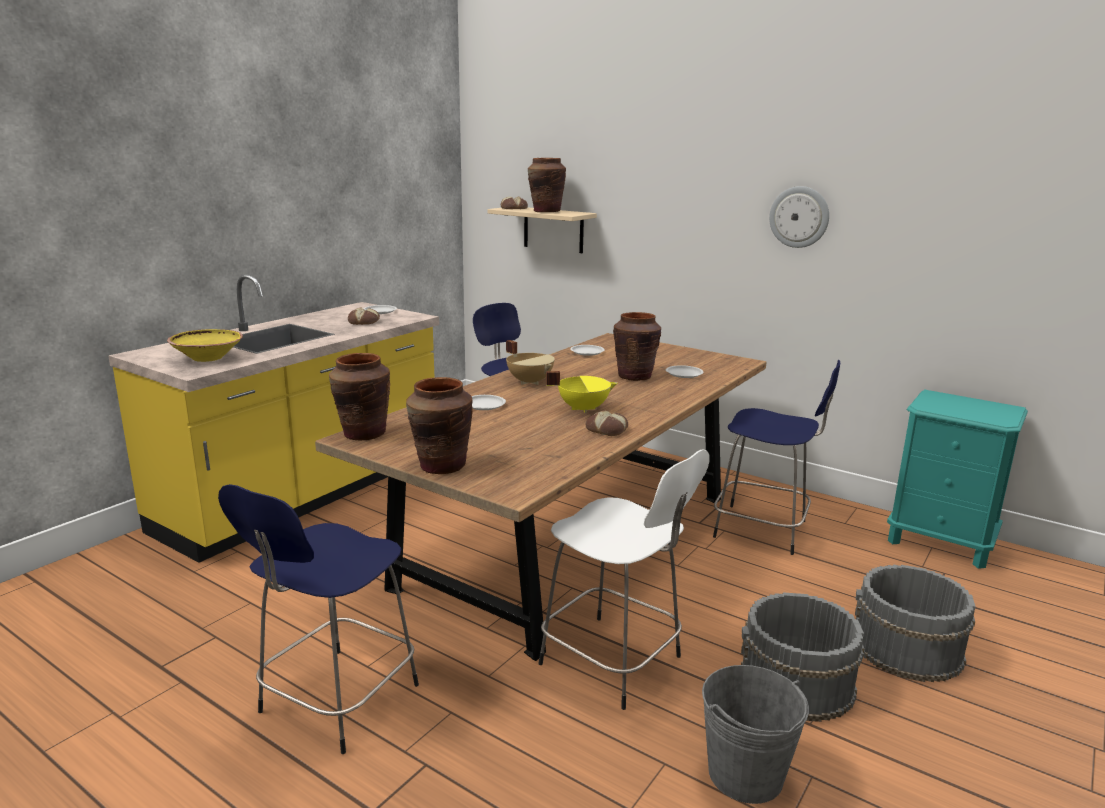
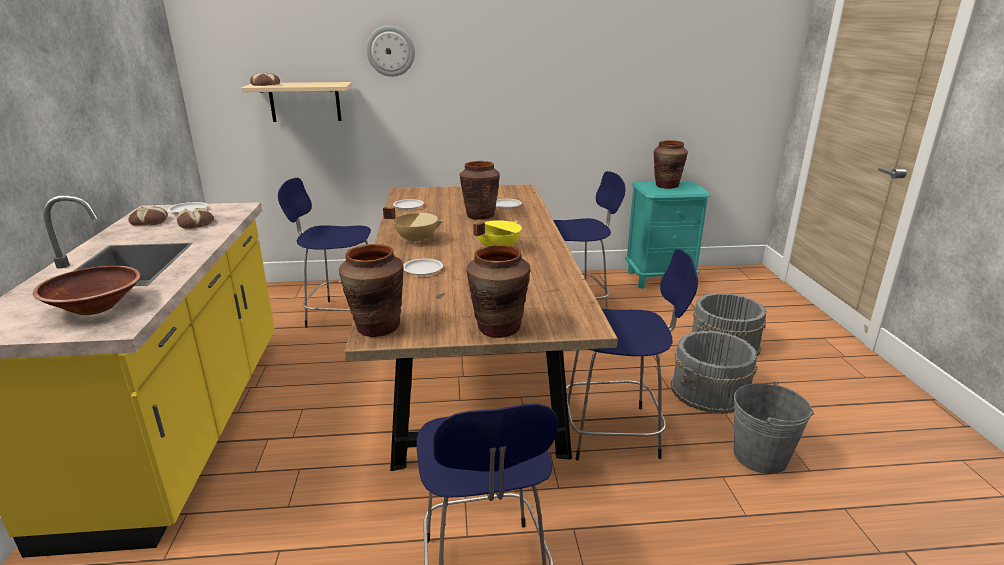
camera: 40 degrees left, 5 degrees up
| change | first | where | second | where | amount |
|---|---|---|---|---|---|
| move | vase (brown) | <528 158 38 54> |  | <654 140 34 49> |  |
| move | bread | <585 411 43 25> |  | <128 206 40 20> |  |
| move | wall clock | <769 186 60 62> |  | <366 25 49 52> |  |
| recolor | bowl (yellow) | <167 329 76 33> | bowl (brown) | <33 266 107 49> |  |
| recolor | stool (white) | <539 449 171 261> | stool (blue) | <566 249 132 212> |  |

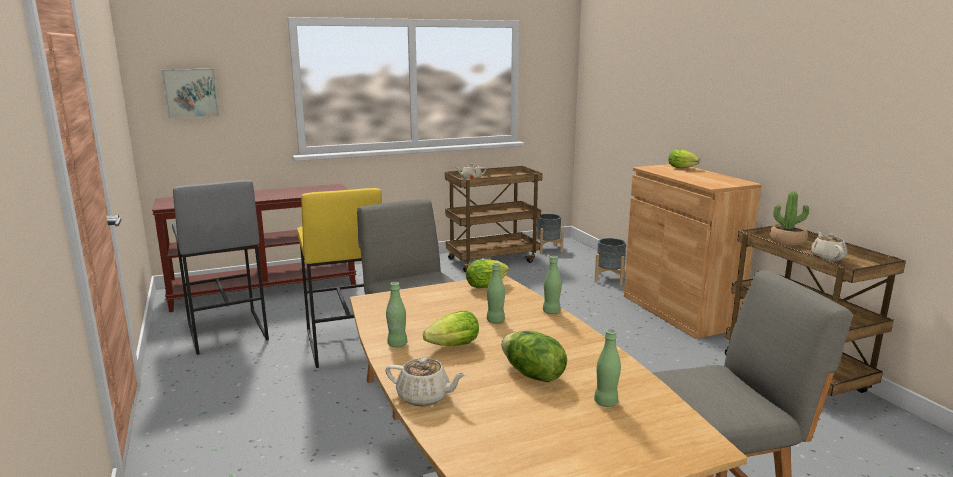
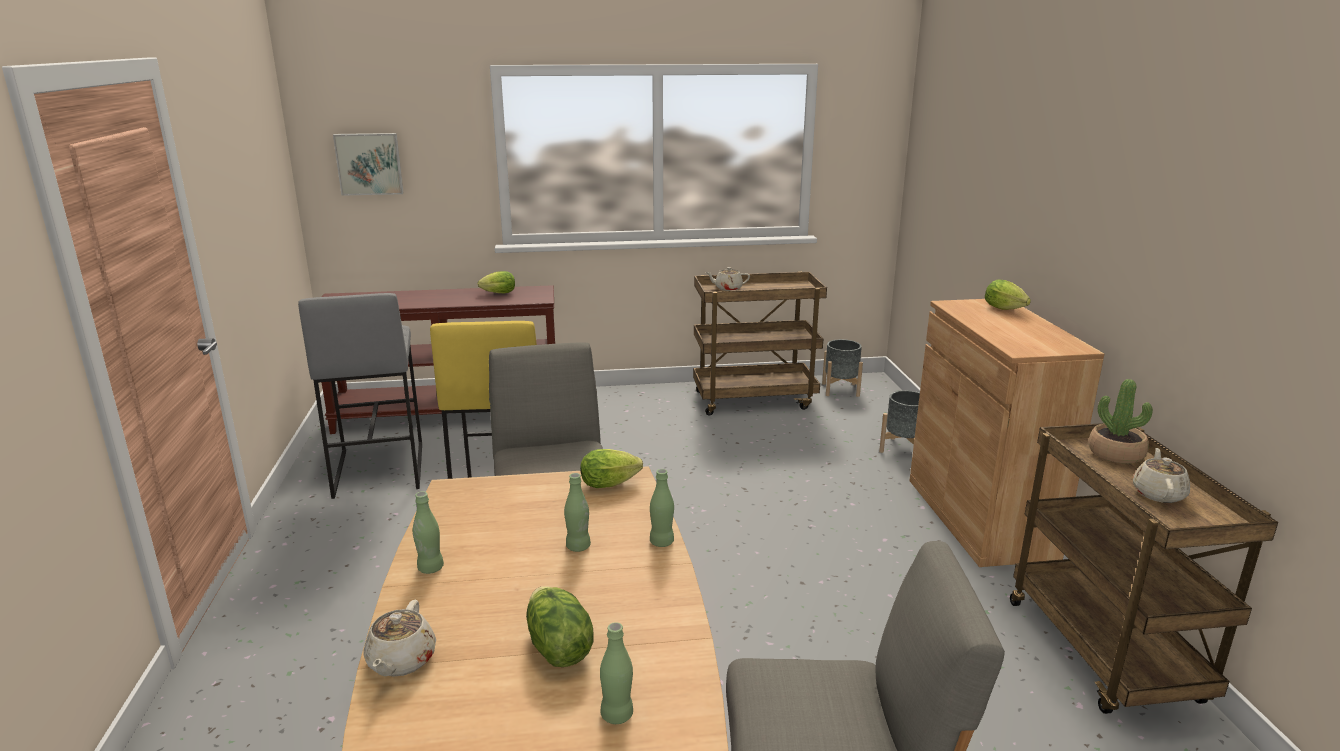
camera: 15 degrees right, 5 degrees up
| change | first | where | second | where | amount |
|---|---|---|---|---|---|
| move | lettuce | <423 311 56 35> |  | <478 271 37 22> |  |
| rotate | teapot (beige) | <385 357 82 49> |  | <364 600 72 77> | 60 degrees clockwise |

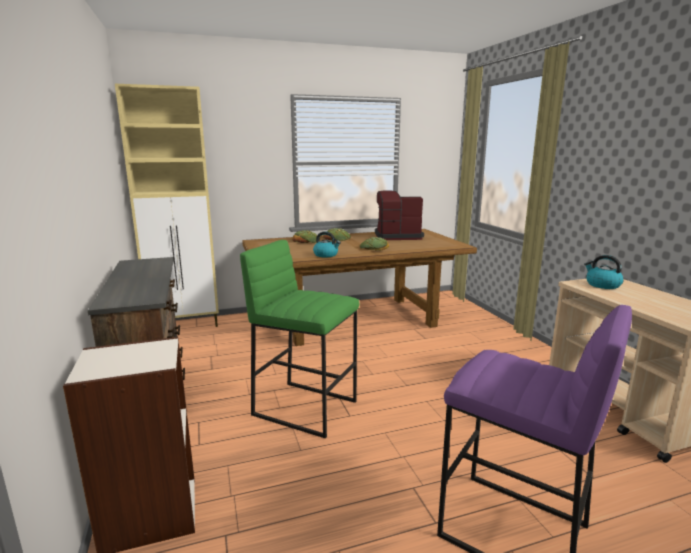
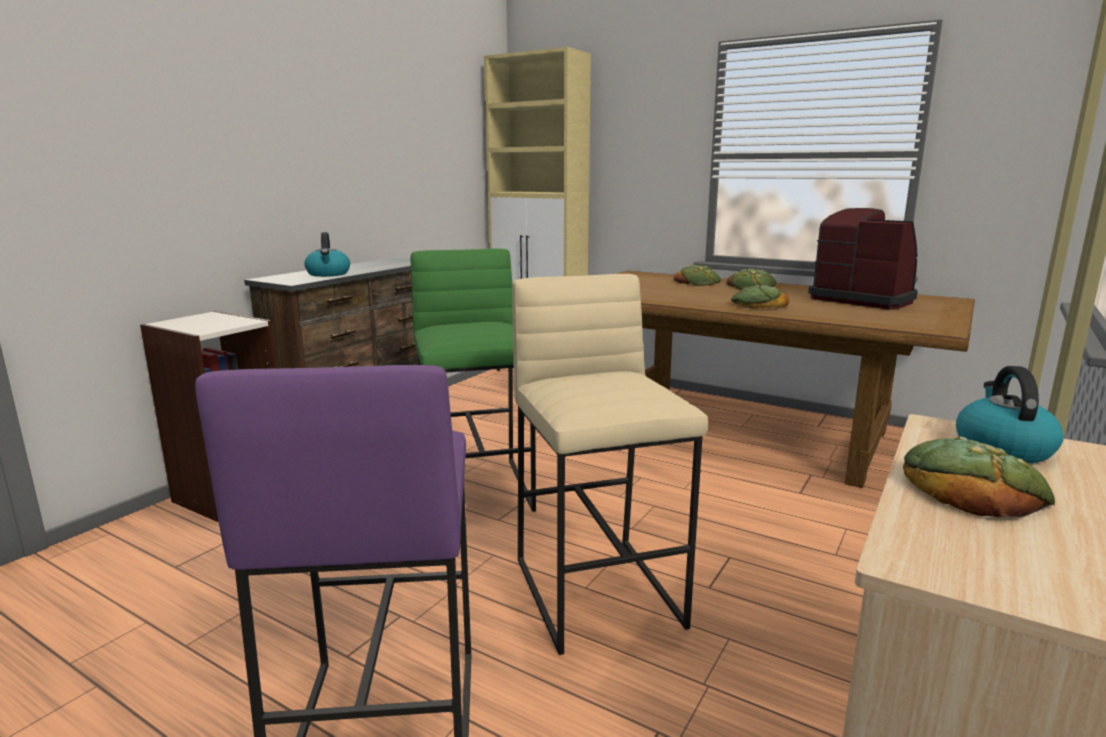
camera: 50 degrees right, 0 degrees up
| change | first | where | second | where | amount |
|---|---|---|---|---|---|
| insert |  |  | stool (beige) | <512 274 196 381> |  |
| insert |  |  | bread | <903 436 152 81> |  |
| move | kettle | <313 231 28 26> |  | <304 232 46 45> |  |

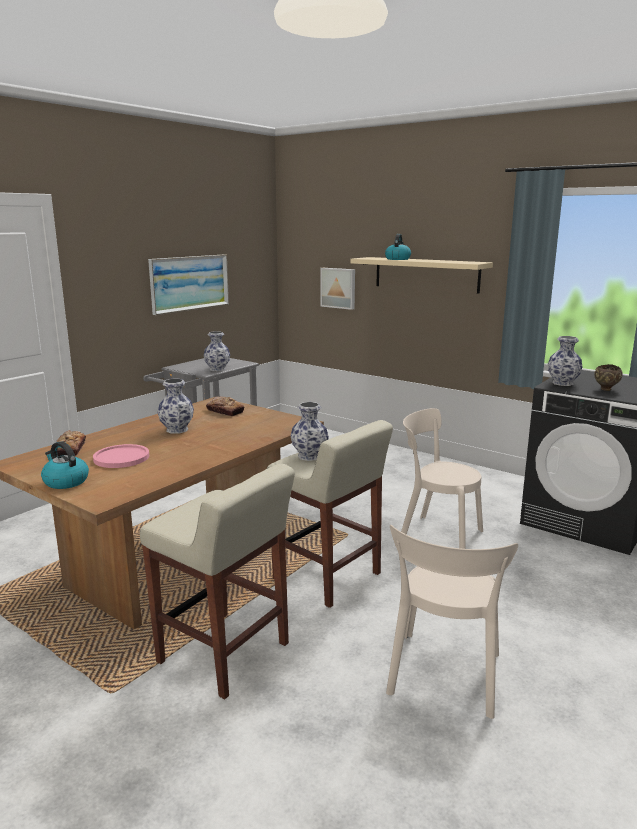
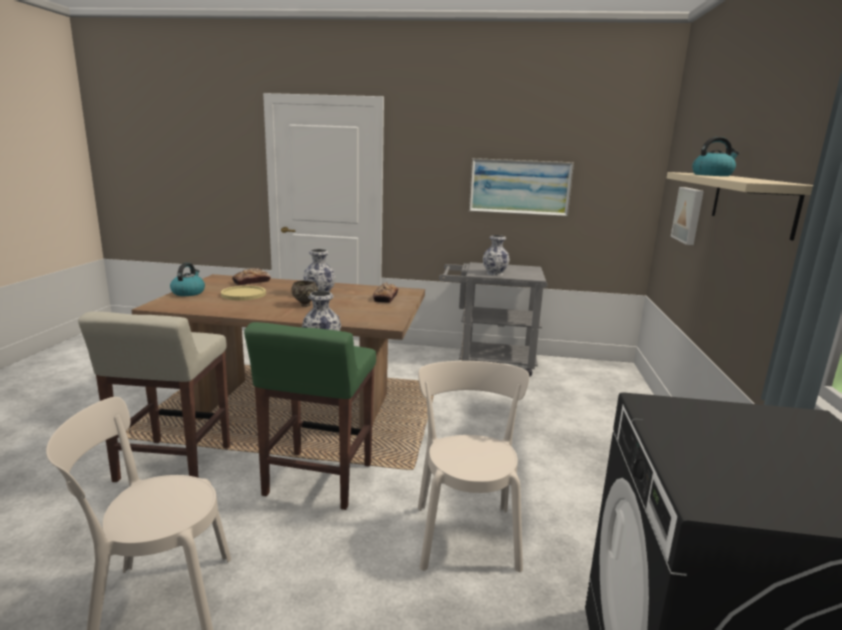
camera: 60 degrees right, 0 degrees up
| change | first | where | second | where | amount |
|---|---|---|---|---|---|
| delete | vase | <548 336 35 50> |  |  |  |
| move | bowl (brown) | <594 364 29 27> |  | <291 281 27 26> |  |
| recolor | plate (pink) | <93 444 56 24> | plate (yellow) | <221 286 45 14> |  |
| recolor | stool (beige) | <267 420 126 188> | stool (green) | <244 322 132 188> |  |

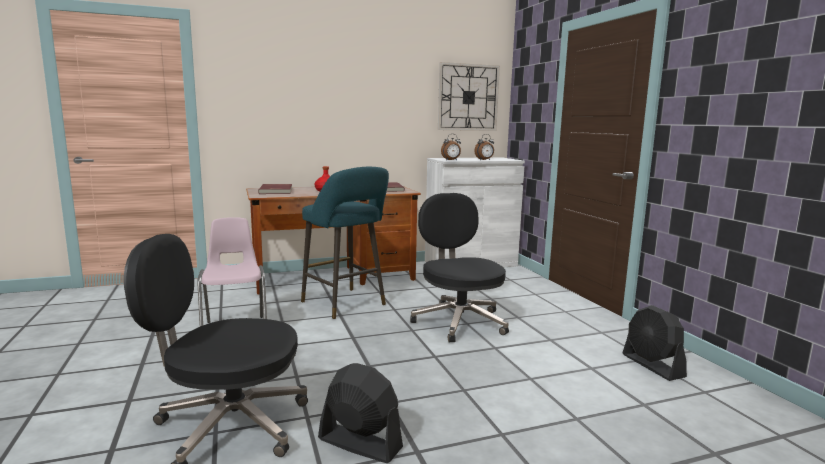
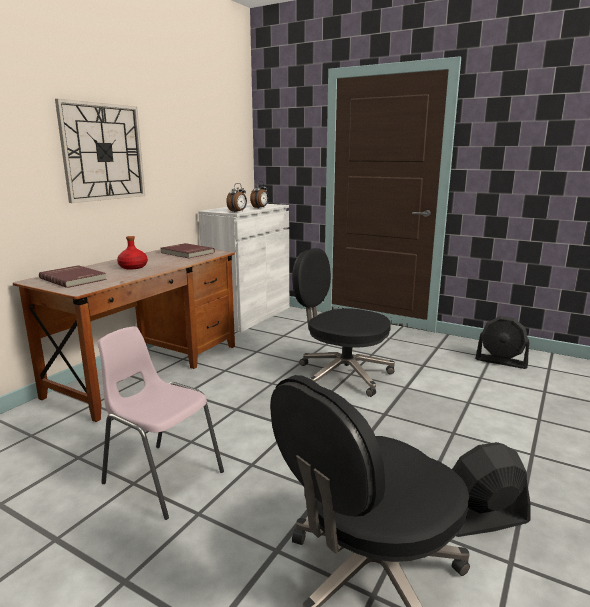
camera: 40 degrees left, 5 degrees up
| change | first | where | second | where | amount |
|---|---|---|---|---|---|
| delete | stool (turquoise) | <301 167 88 152> |  |  |  |
| move | wall clock | <438 62 62 69> |  | <55 99 90 104> |  |

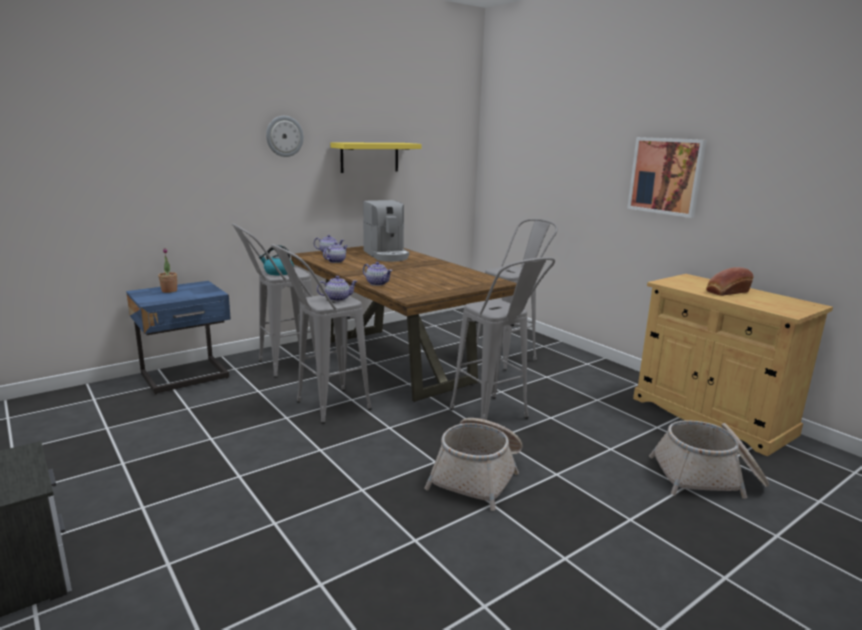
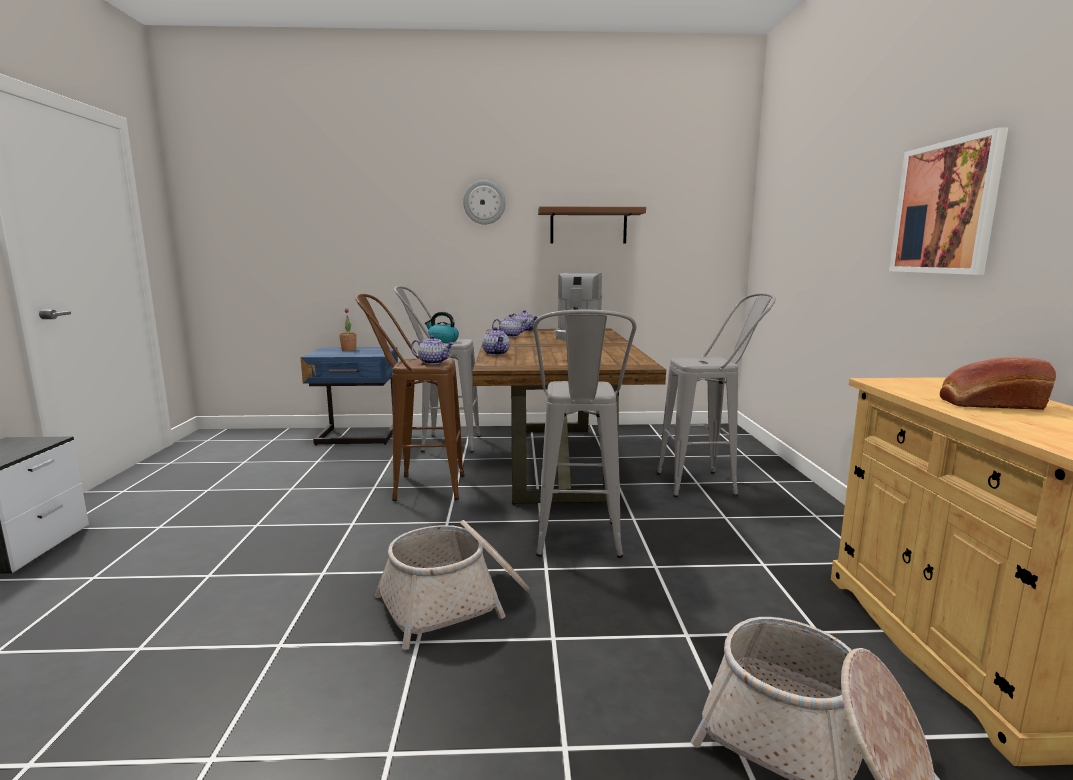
camera: 35 degrees right, 5 degrees down
| change | first | where | second | where | amount |
|---|---|---|---|---|---|
| recolor | stool (grey) | <271 244 101 180> | stool (brown) | <355 293 109 208> |  |
| recolor | shelf (yellow) | <330 142 91 31> | shelf (brown) | <538 206 108 37> |  |

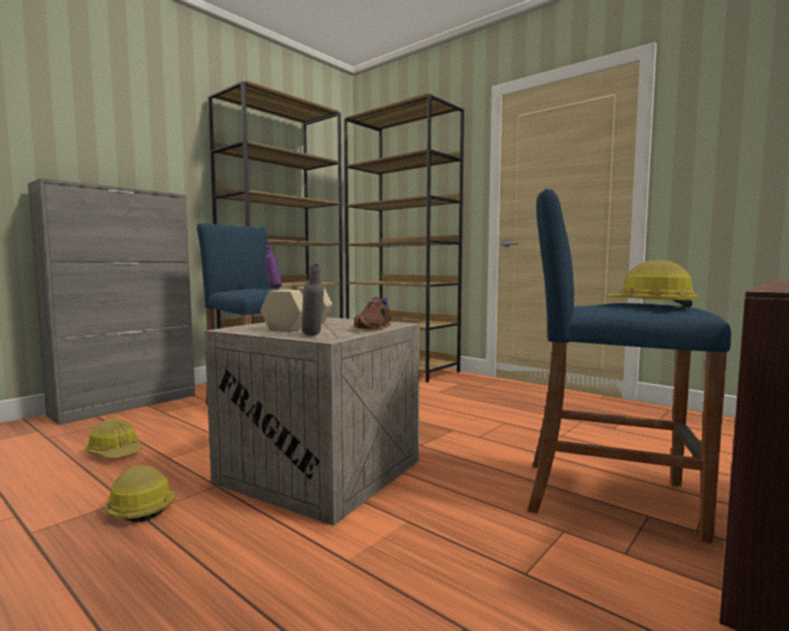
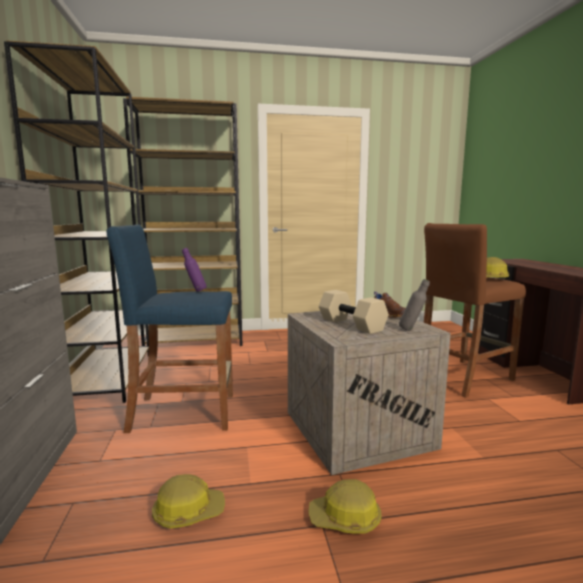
camera: 50 degrees left, 5 degrees up
| change | first | where | second | where | amount |
|---|---|---|---|---|---|
| recolor | stool (blue) | <527 189 205 354> | stool (brown) | <424 223 102 175> |  |

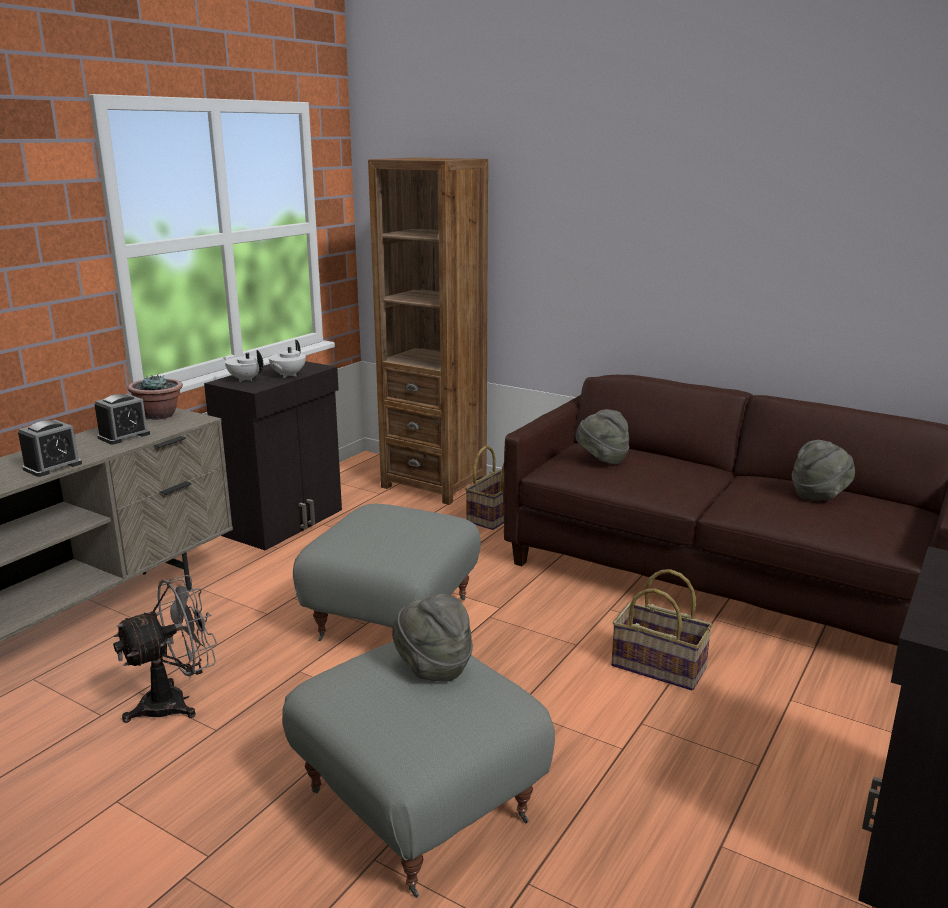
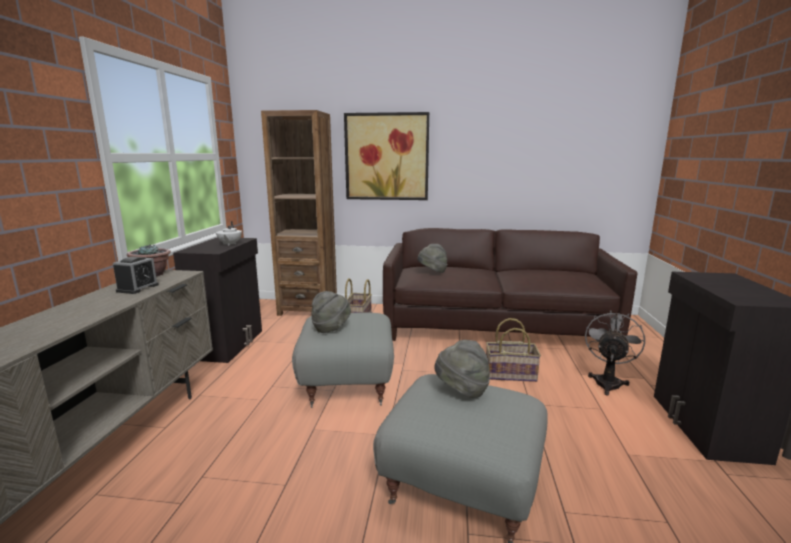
camera: 25 degrees left, 5 degrees down
| change | first | where | second | where | amount |
|---|---|---|---|---|---|
| delete | alarm clock | <18 420 64 57> |  |  |  |
| delete | teapot (white) | <223 350 40 32> |  |  |  |
| insert |  |  | picture | <344 112 85 88> |  |
| move | fan (grey) | <113 575 104 148> |  | <585 310 60 85> |  |
| move | hat (grey) | <792 440 63 61> |  | <311 291 40 42> |  |

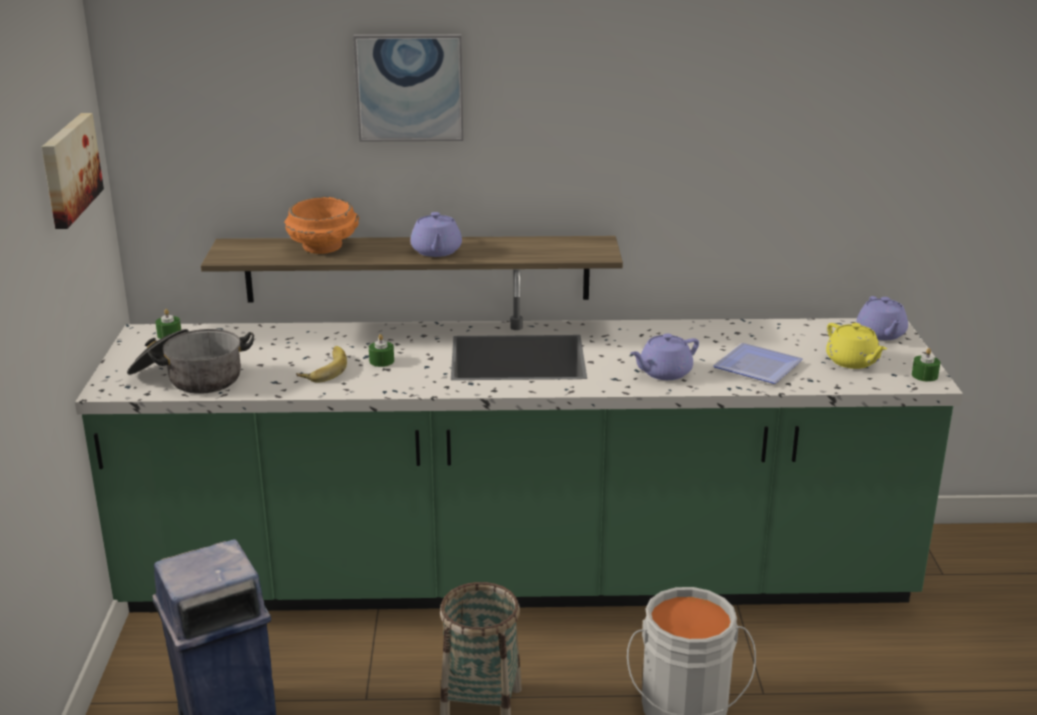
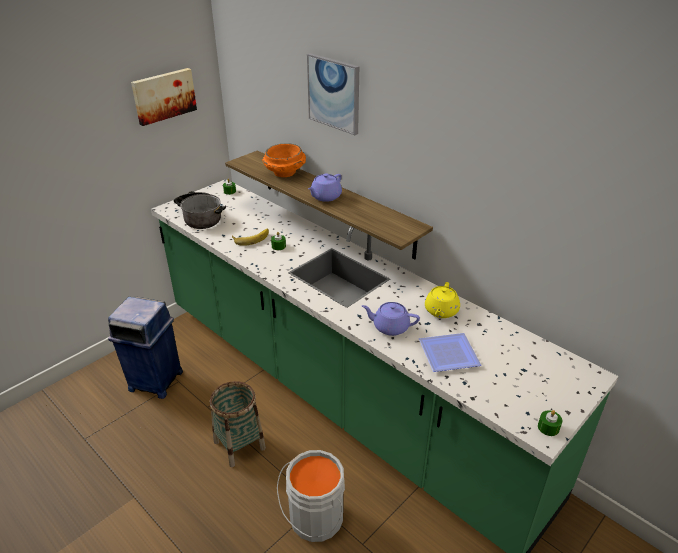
camera: 45 degrees right, 10 degrees up
| change | first | where | second | where | amount |
|---|---|---|---|---|---|
| delete | teapot (purple) | <856 296 52 44> |  |  |  |
| move | teapot (yellow) | <826 323 61 46> |  | <425 282 35 36> |  |

